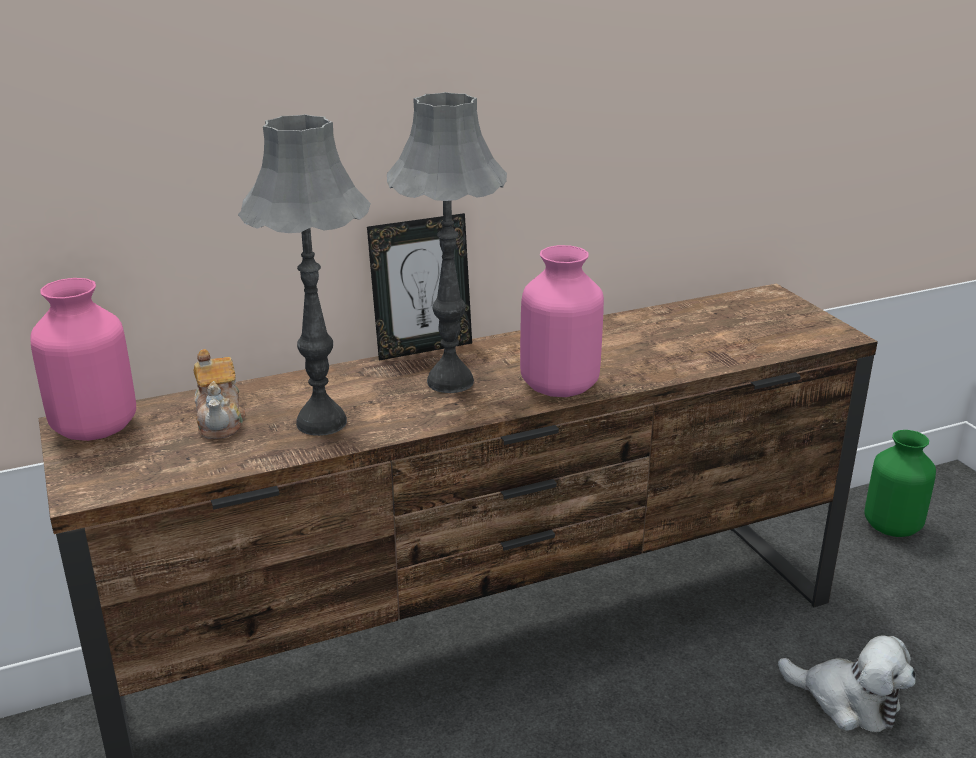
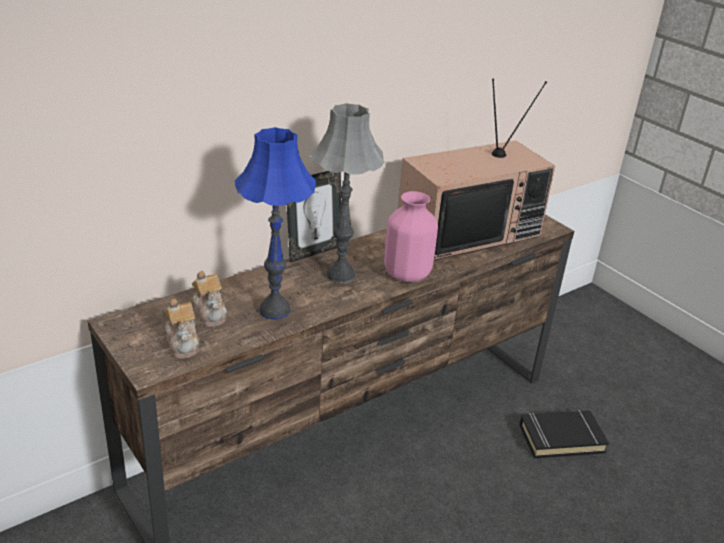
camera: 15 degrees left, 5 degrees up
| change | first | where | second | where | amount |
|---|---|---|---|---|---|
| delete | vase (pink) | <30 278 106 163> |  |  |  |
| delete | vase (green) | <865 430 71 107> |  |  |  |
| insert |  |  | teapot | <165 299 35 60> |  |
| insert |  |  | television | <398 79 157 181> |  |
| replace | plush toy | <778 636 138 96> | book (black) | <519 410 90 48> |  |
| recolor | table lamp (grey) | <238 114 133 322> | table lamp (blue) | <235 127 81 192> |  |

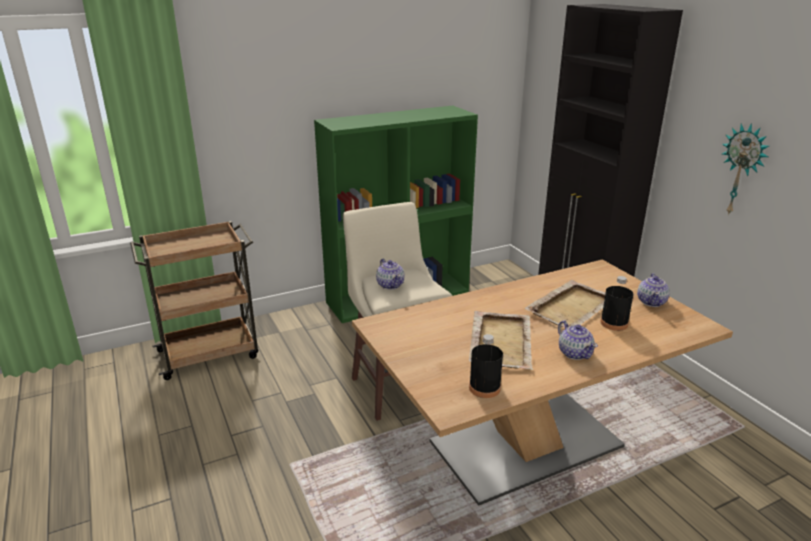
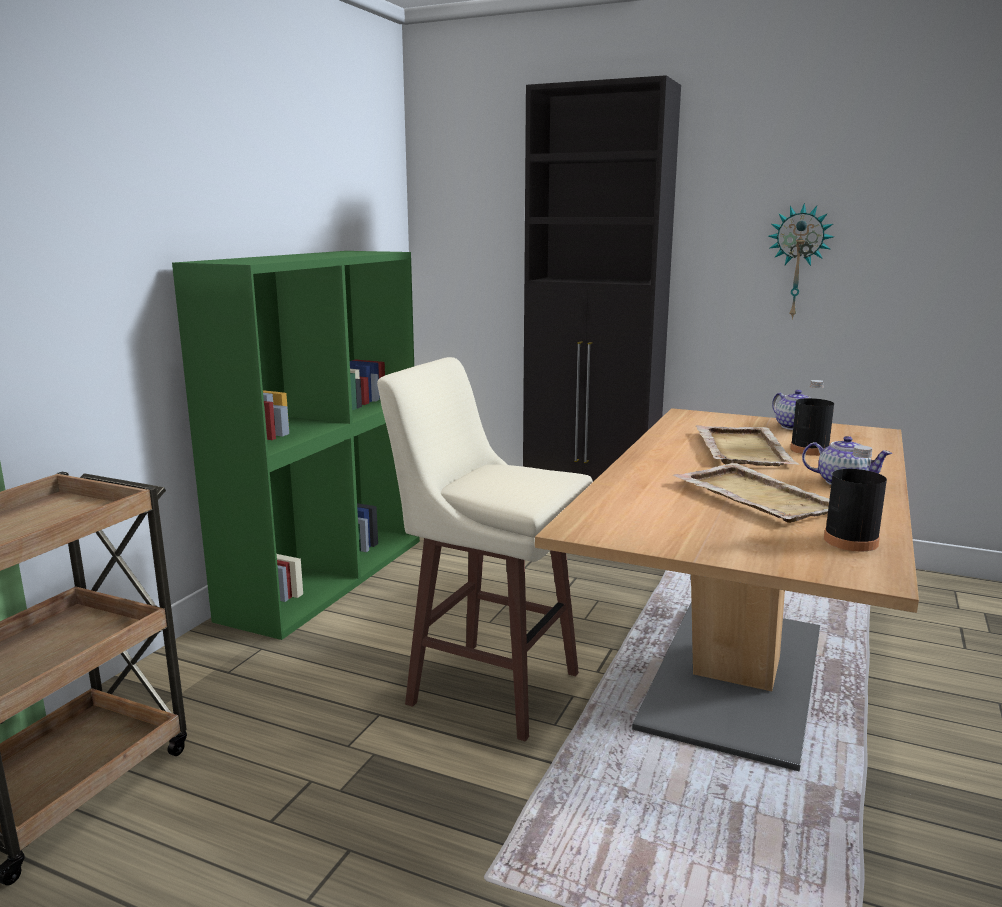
camera: 40 degrees left, 10 degrees down
| change | first | where | second | where | amount |
|---|---|---|---|---|---|
| delete | teapot | <376 258 29 32> |  |  |  |

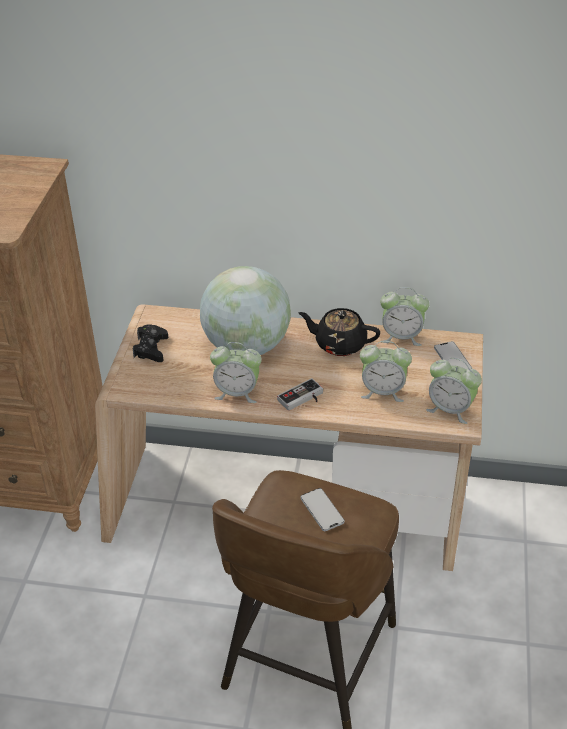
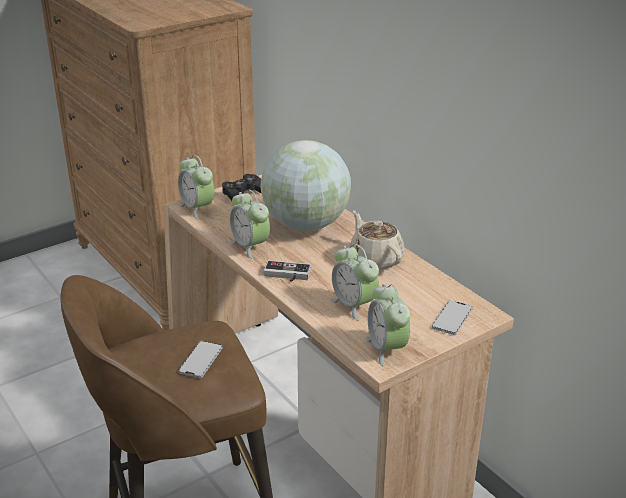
camera: 45 degrees right, 10 degrees down
| change | first | where | second | where | amount |
|---|---|---|---|---|---|
| move | alarm clock | <380 287 49 59> |  | <178 155 36 64> |  |
| recolor | teapot (black) | <298 308 82 48> | teapot (beige) | <350 210 54 60> |  |

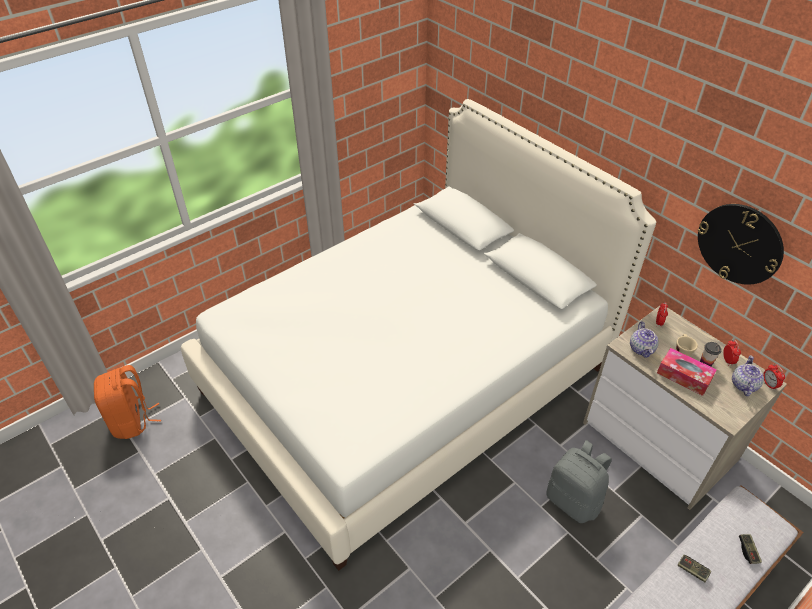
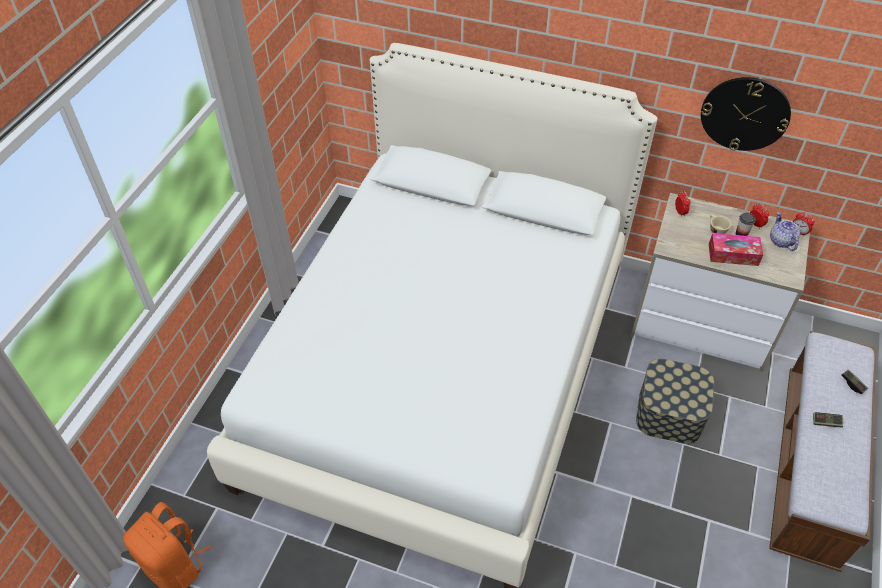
camera: 30 degrees left, 5 degrees up
| change | first | where | second | where | amount |
|---|---|---|---|---|---|
| delete | teapot | <630 322 29 36> |  |  |  |
| replace | backpack (grey) | <547 440 65 83> | storage box | <636 359 78 85> |  |

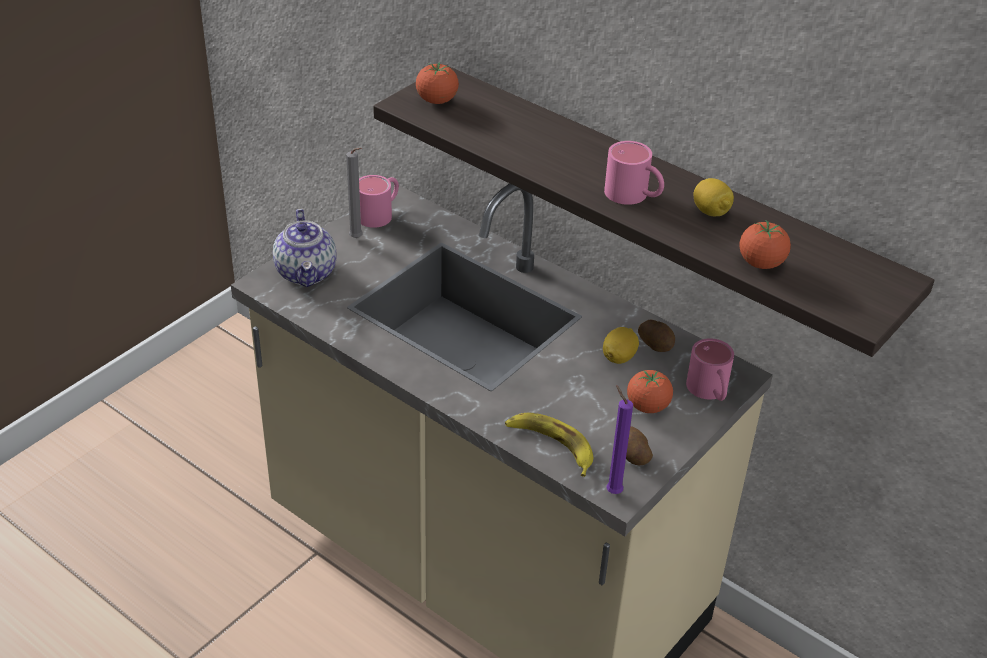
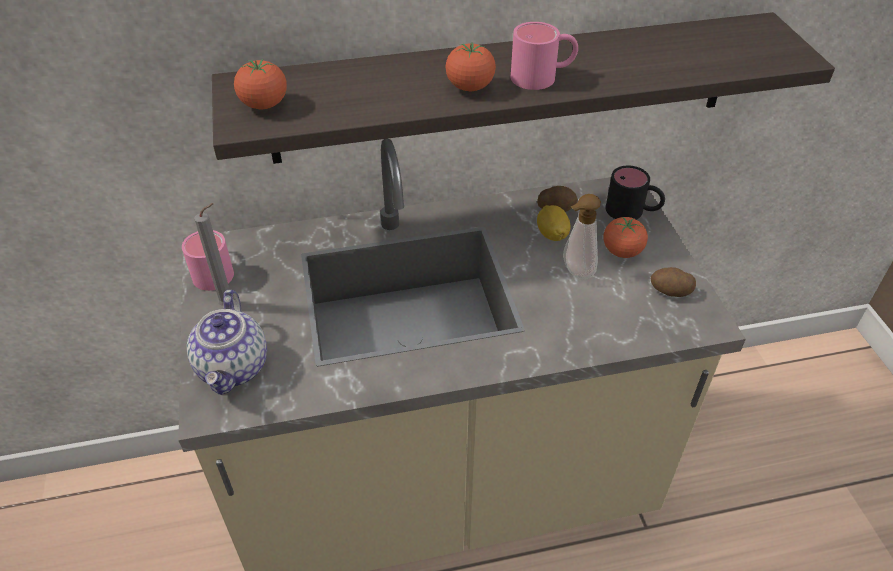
camera: 50 degrees left, 5 degrees up
| change | first | where | second | where | amount |
|---|---|---|---|---|---|
| delete | banana | <505 413 88 64> |  |  |  |
| delete | candle (purple) | <606 385 27 109> |  |  |  |
| delete | lemon | <693 178 41 38> |  |  |  |
| insert |  |  | soap dispenser | <563 194 38 86> |  |
| move | tomato | <739 220 52 49> |  | <446 43 50 48> |  |
| recolor | mug (pink) | <686 338 48 63> | mug (black) | <606 165 59 55> |  |
| rotate | teapot | <273 209 64 78> |  | <187 290 80 105> | 60 degrees clockwise |

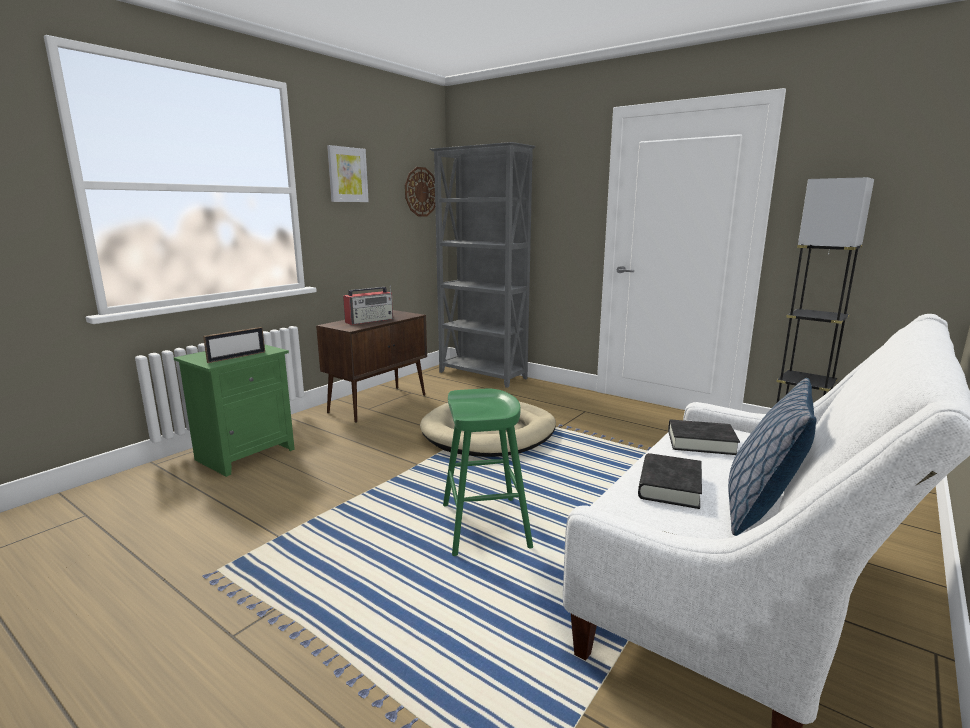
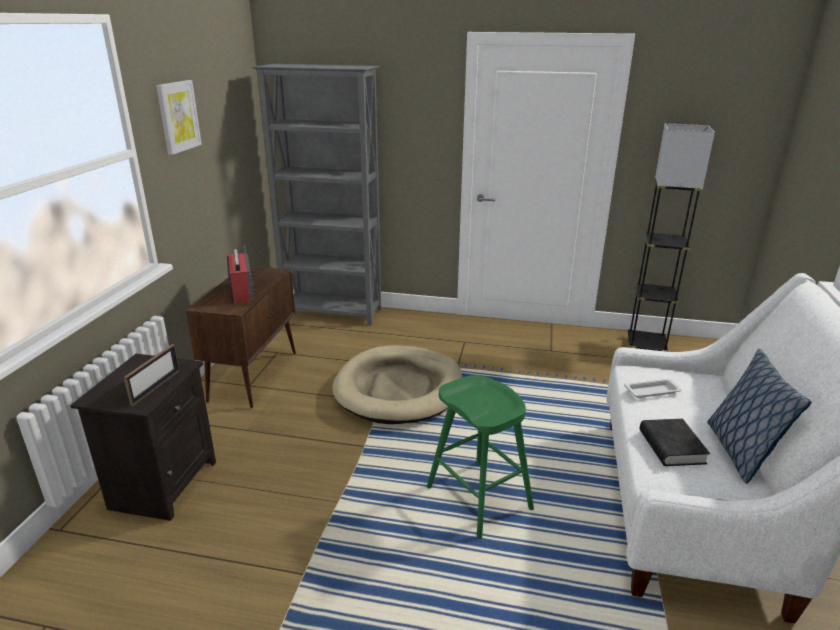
camera: 25 degrees left, 10 degrees up
| change | first | where | second | where | amount |
|---|---|---|---|---|---|
| delete | wall clock | <405 167 30 50> |  |  |  |
| replace | book (black) | <668 419 72 36> | tray (white) | <624 379 58 19> |  |
| recolor | nightstand (green) | <174 344 121 133> | nightstand (black) | <70 354 146 167> |  |
| rotate | radio | <343 285 50 40> |  | <227 245 28 58> | 45 degrees counterclockwise |

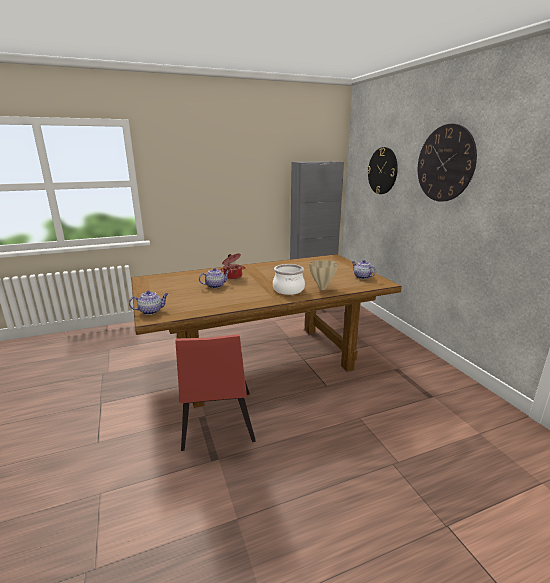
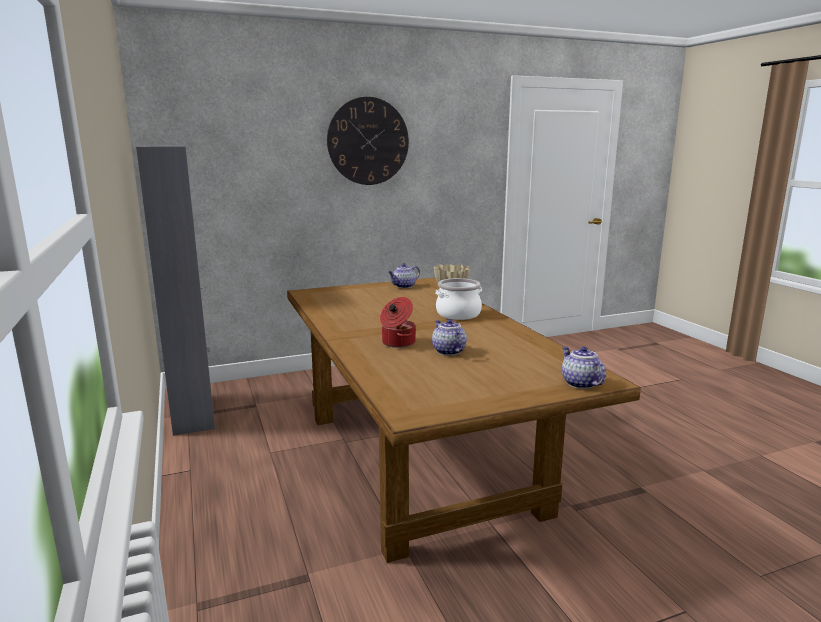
camera: 90 degrees left, 5 degrees down
| change | first | where | second | where | amount |
|---|---|---|---|---|---|
| delete | chair (red) | <175 334 81 117> |  |  |  |
| delete | wall clock | <367 147 31 47> |  |  |  |

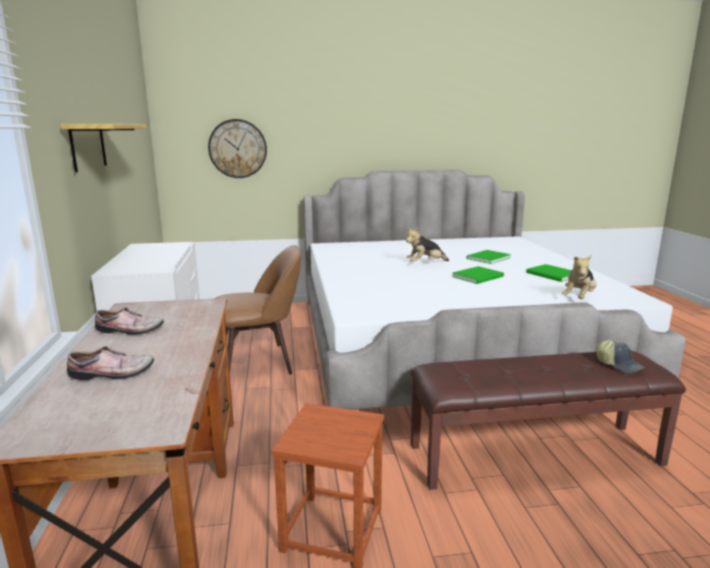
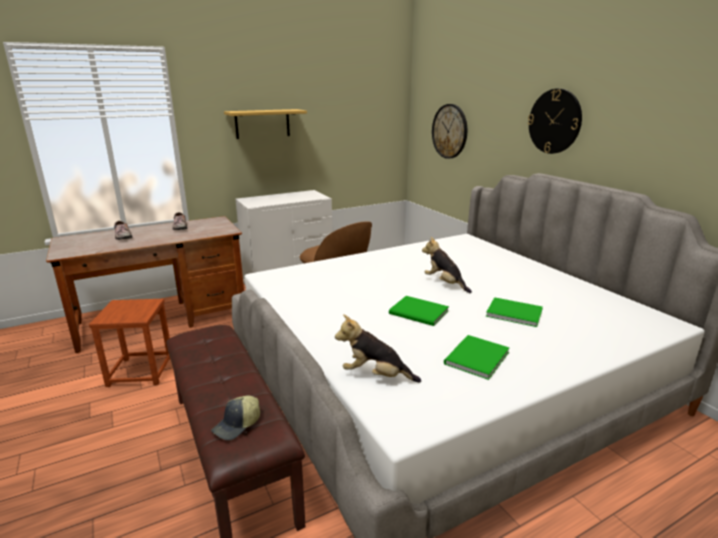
camera: 70 degrees right, 5 degrees up
| change | first | where | second | where | amount |
|---|---|---|---|---|---|
| insert |  |  | wall clock | <528 89 54 65> |  |

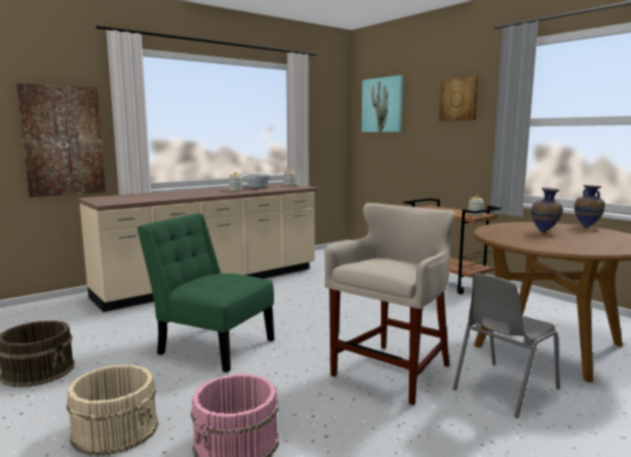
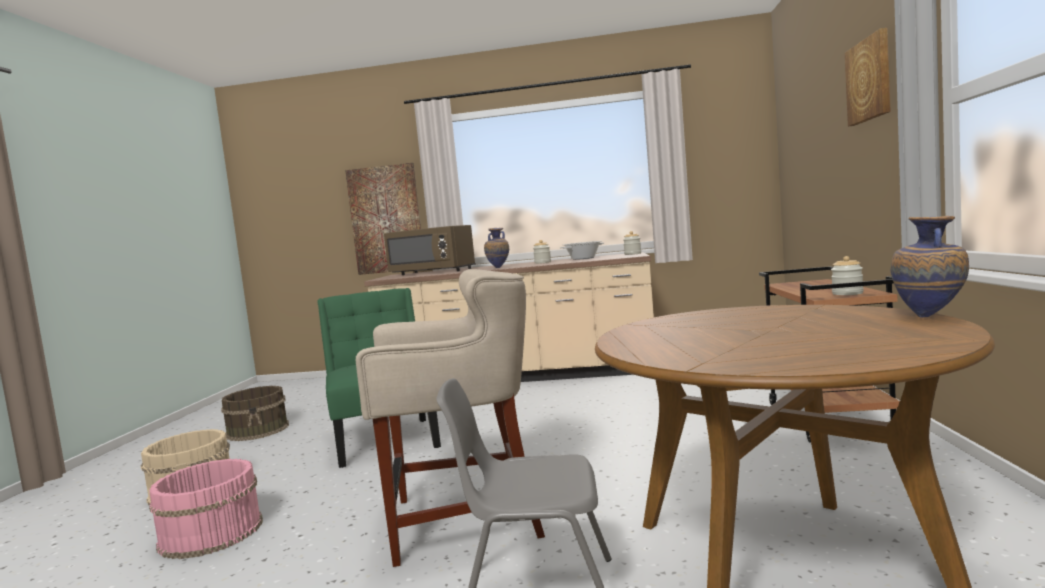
camera: 45 degrees right, 5 degrees down
| change | first | where | second | where | amount |
|---|---|---|---|---|---|
| delete | picture | <362 75 41 57> |  |  |  |
| insert |  |  | microwave (brown) | <384 225 92 50> |  |
| move | vase | <531 187 32 45> |  | <484 228 25 40> |  |

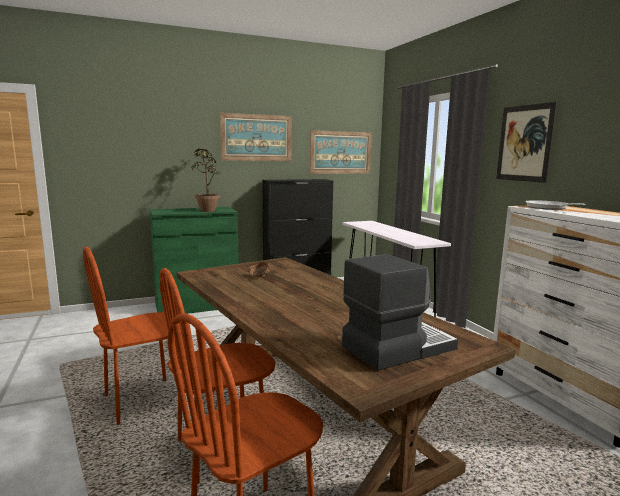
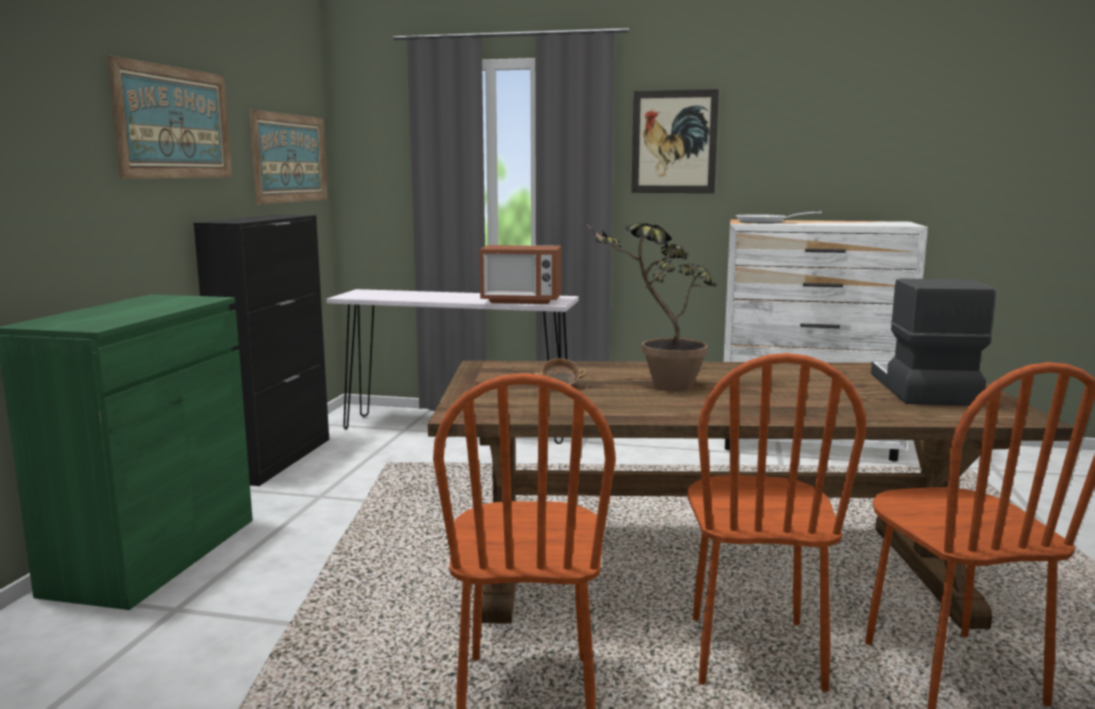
camera: 55 degrees left, 0 degrees up
| change | first | where | second | where | amount |
|---|---|---|---|---|---|
| insert |  |  | microwave | <480 245 82 59> |  |
| move | potted plant | <191 149 30 63> |  | <588 223 129 168> |  |

